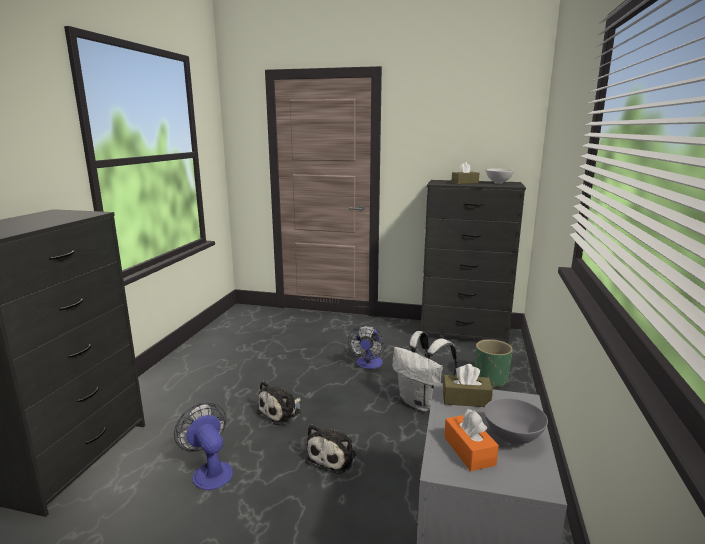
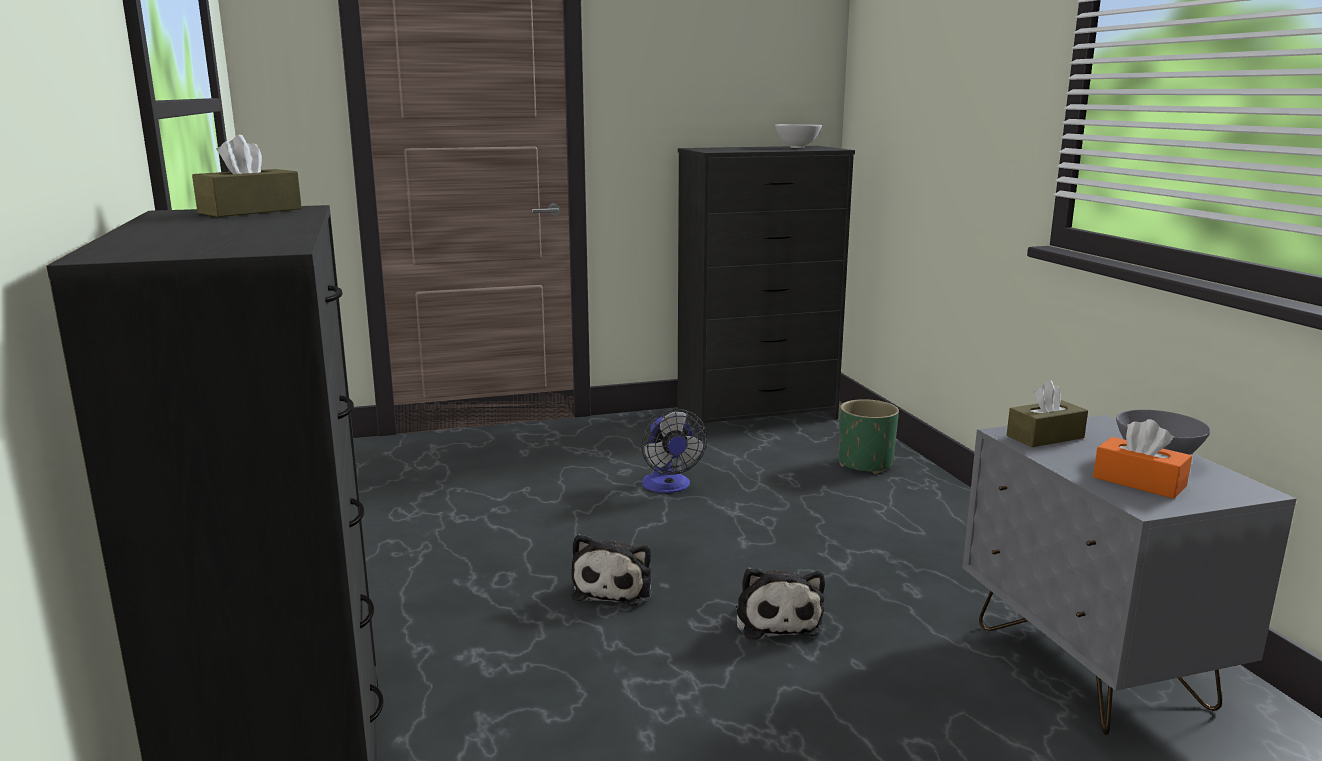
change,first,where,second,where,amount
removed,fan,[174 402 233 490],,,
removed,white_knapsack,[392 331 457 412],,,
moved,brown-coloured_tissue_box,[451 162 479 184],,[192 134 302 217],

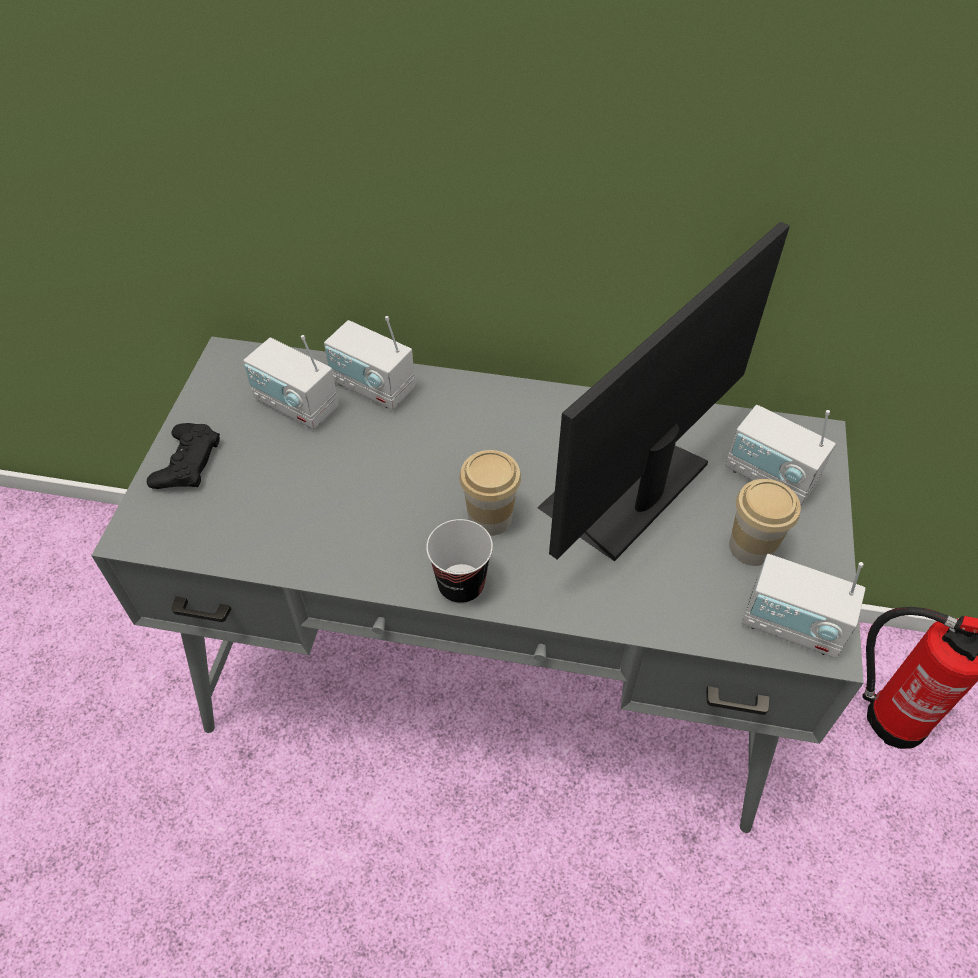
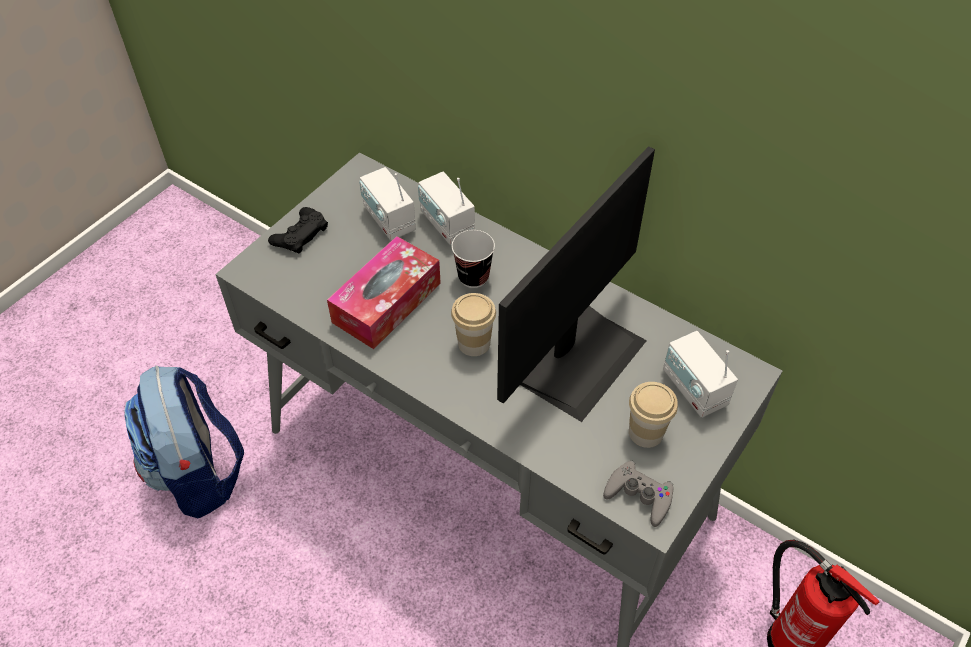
change,first,where,second,where,amount
moved,small_cup,[426 519 493 604],,[452 230 495 288],
turned,computer_display,[537 221 790 562],,[497 146 655 422],150 degrees clockwise
replaced,radio_receiver,[742 554 865 658],gray_game_controller,[603 460 674 527],
added,,,knapsack,[124 366 244 519],
added,,,tissue_box,[327 236 441 349],

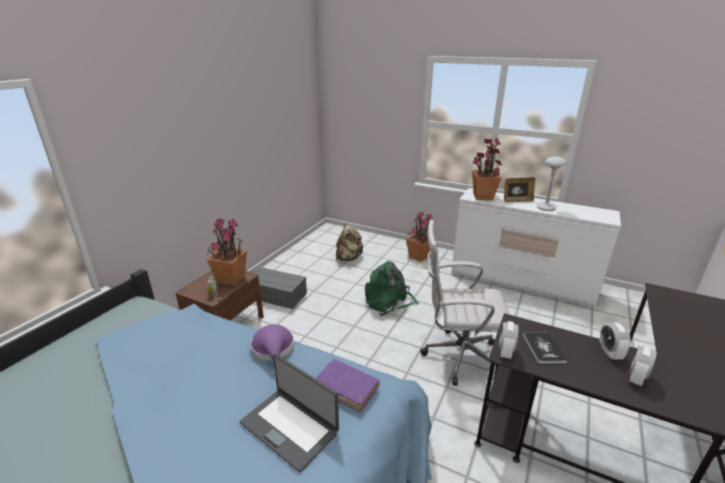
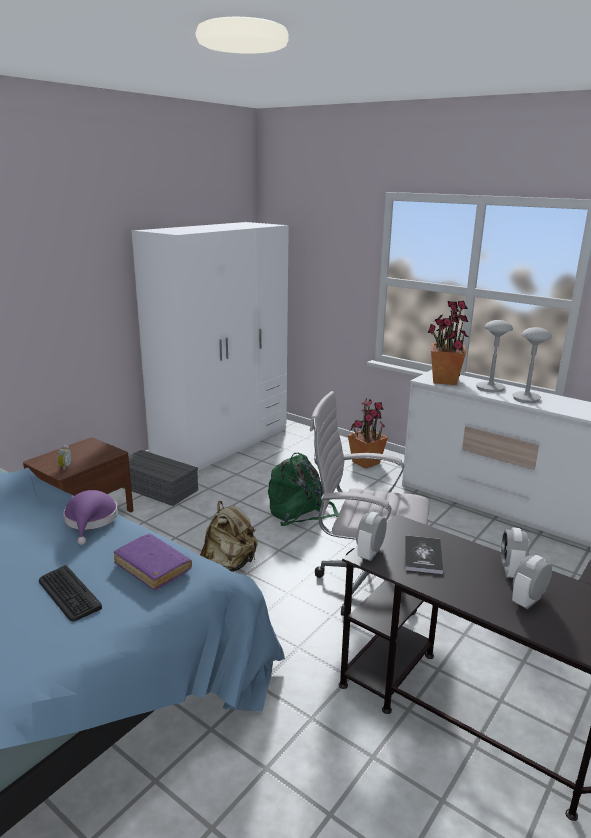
change,first,where,second,where,amount
removed,potted_plant,[206 218 247 286],,,
replaced,portable_computer,[240 354 339 472],computer_keyboard,[39 565 102 621],
moved,beige_knapsack,[336 223 363 261],,[200 501 258 572],
replaced,picture_frame,[504 177 536 202],gray_table_lamp,[476 320 513 392],
added,,,white_wardrobe,[132 222 289 471],

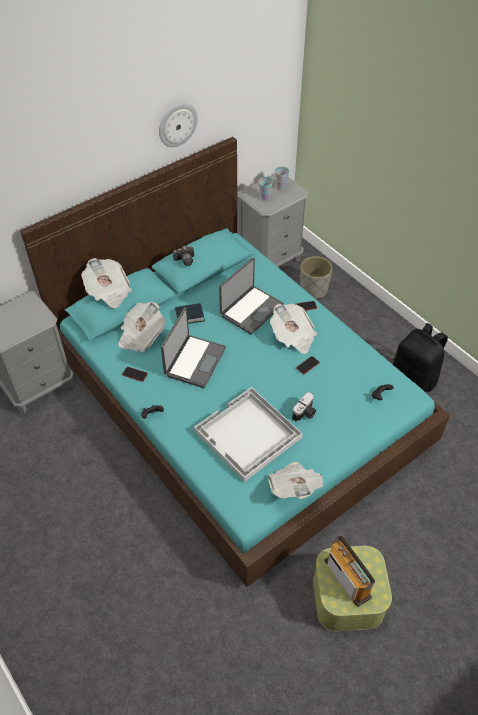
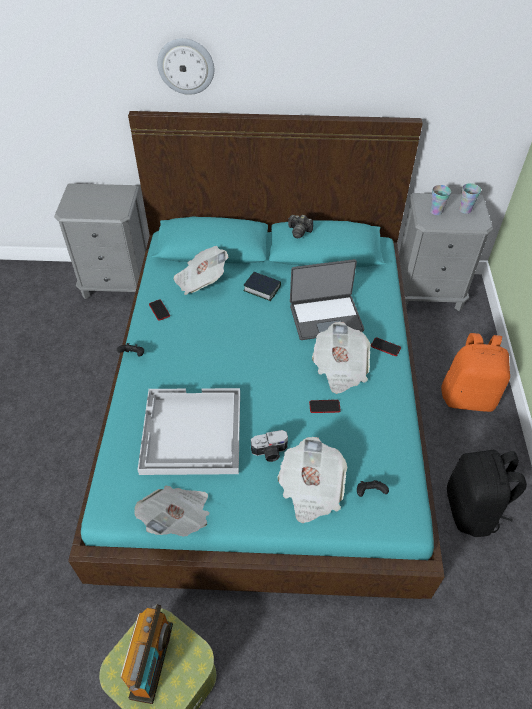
change,first,where,second,where,amount
moved,printed_paper,[81 258 132 308],,[277 437 348 523],
moved,wall_clock,[159 103 198 147],,[157 38 214 95],
removed,portable_computer,[161 307 226 388],,,
removed,gray_plant_pot,[300 256 332 299],,,
added,,,orange_knapsack,[441 333 510 412],

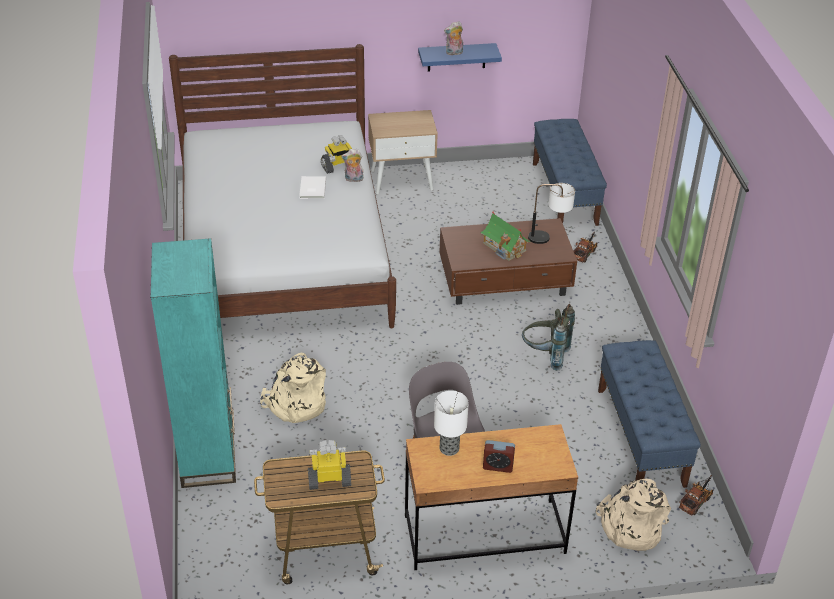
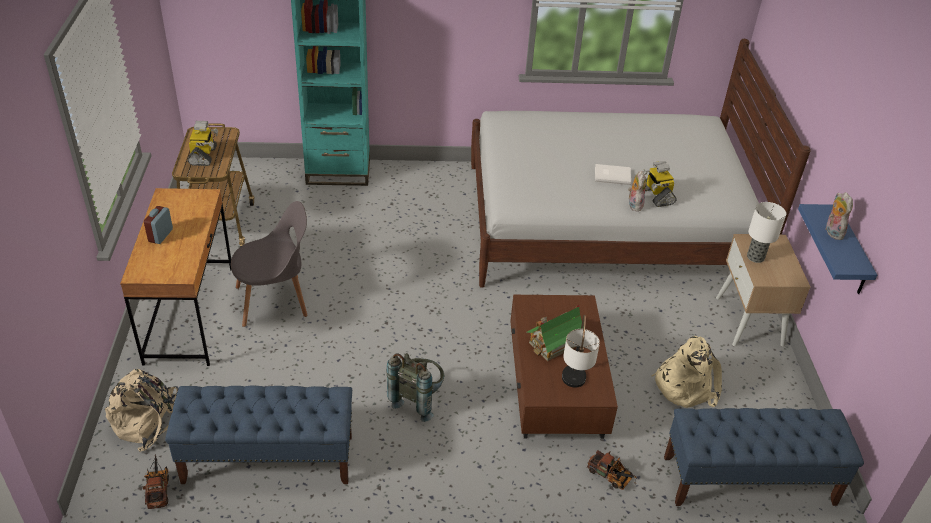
change,first,where,second,where,amount
moved,beige_knapsack,[260 353 326 423],,[651 336 722 408],
moved,table_lamp,[434 391 469 456],,[747 202 786 263],
turned,model_truck,[679 475 713 516],,[142 455 169 509],150 degrees counterclockwise

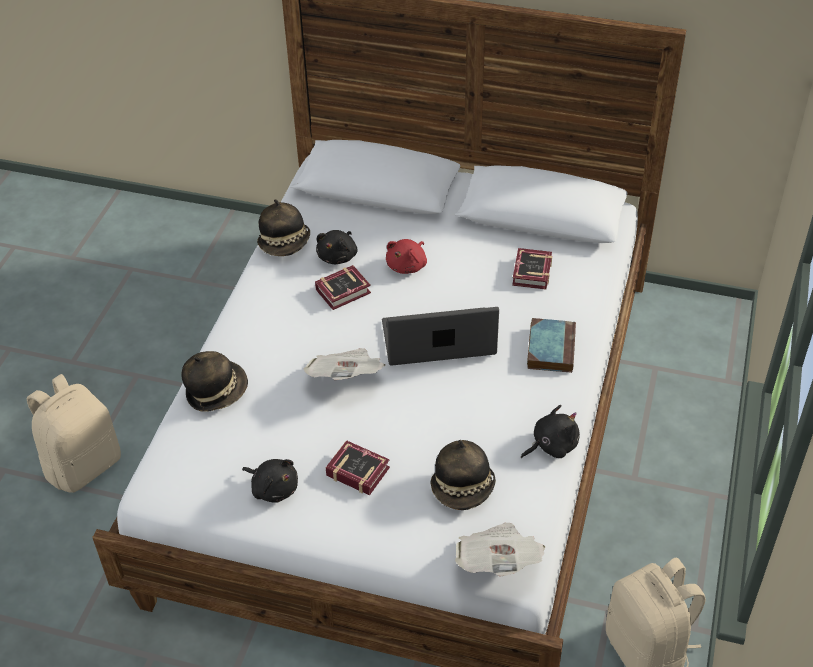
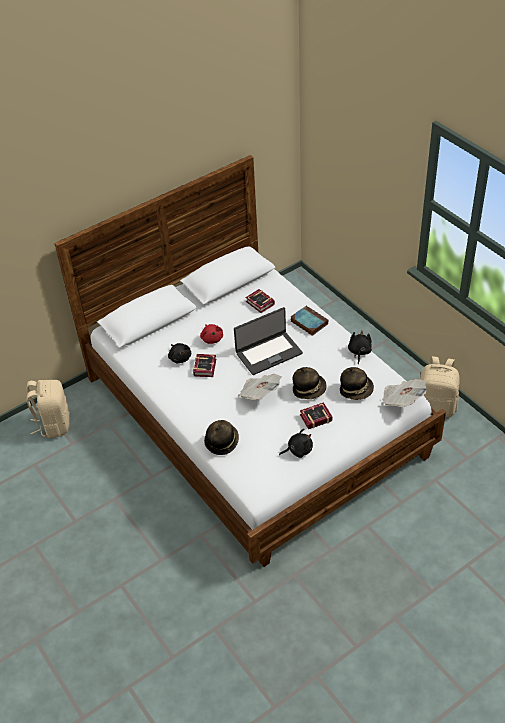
change,first,where,second,where,amount
moved,beige_knapsack,[26 374 121 493],,[27 380 70 438],
moved,hat,[257 199 310 256],,[293 367 327 399],
turned,portable_computer,[382 307 499 366],,[234 307 303 375],150 degrees counterclockwise

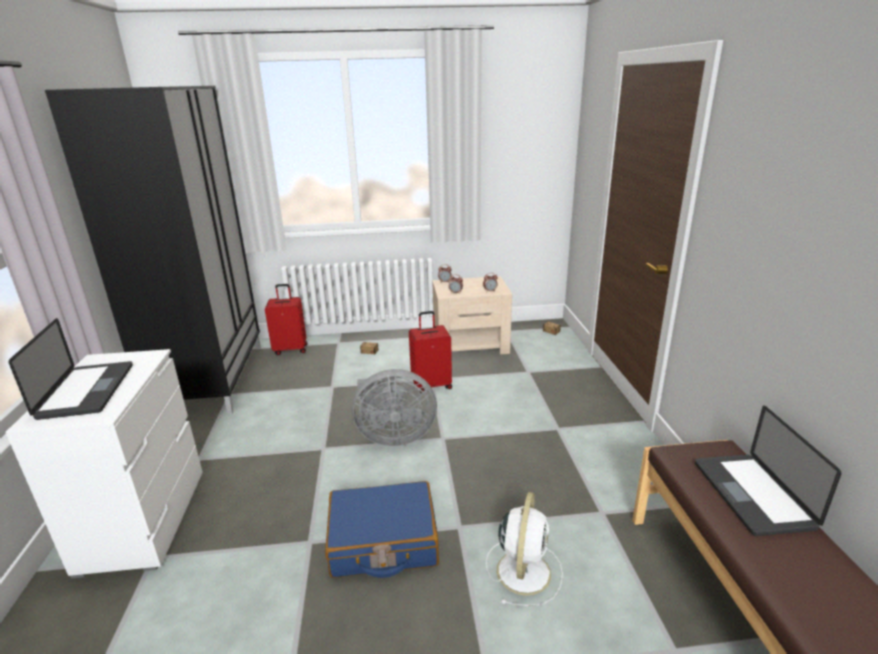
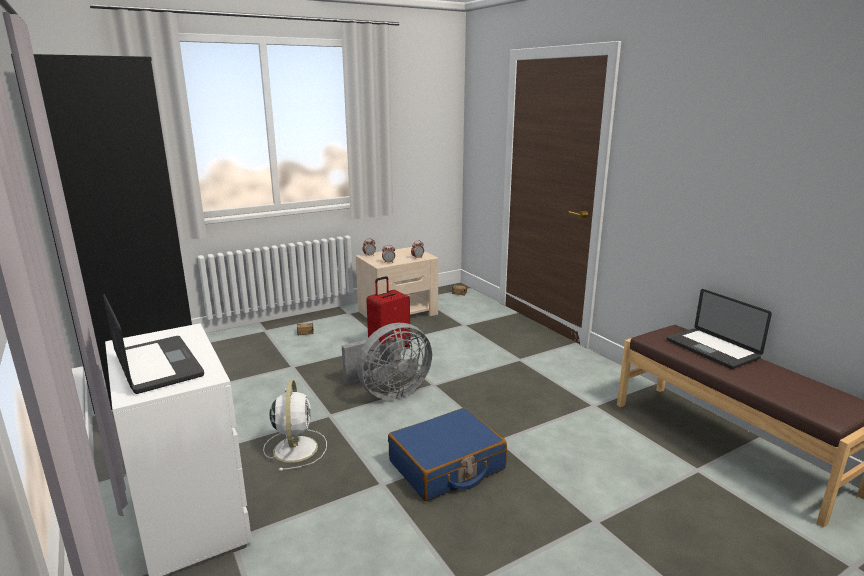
change,first,where,second,where,amount
removed,red_suitcase,[265 284 308 355],,,
moved,white_fan,[486 492 563 606],,[263 380 327 471],

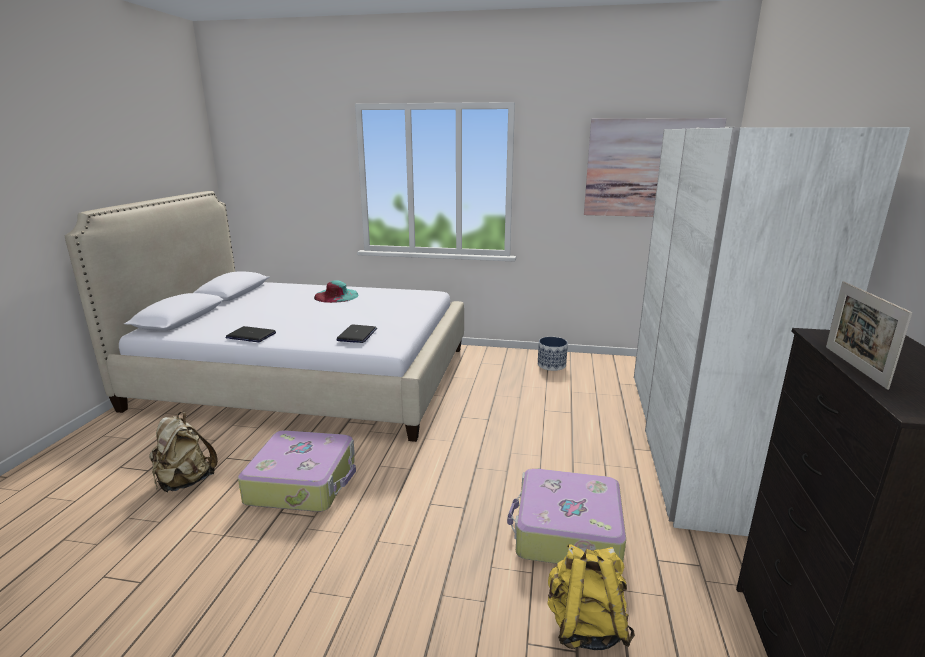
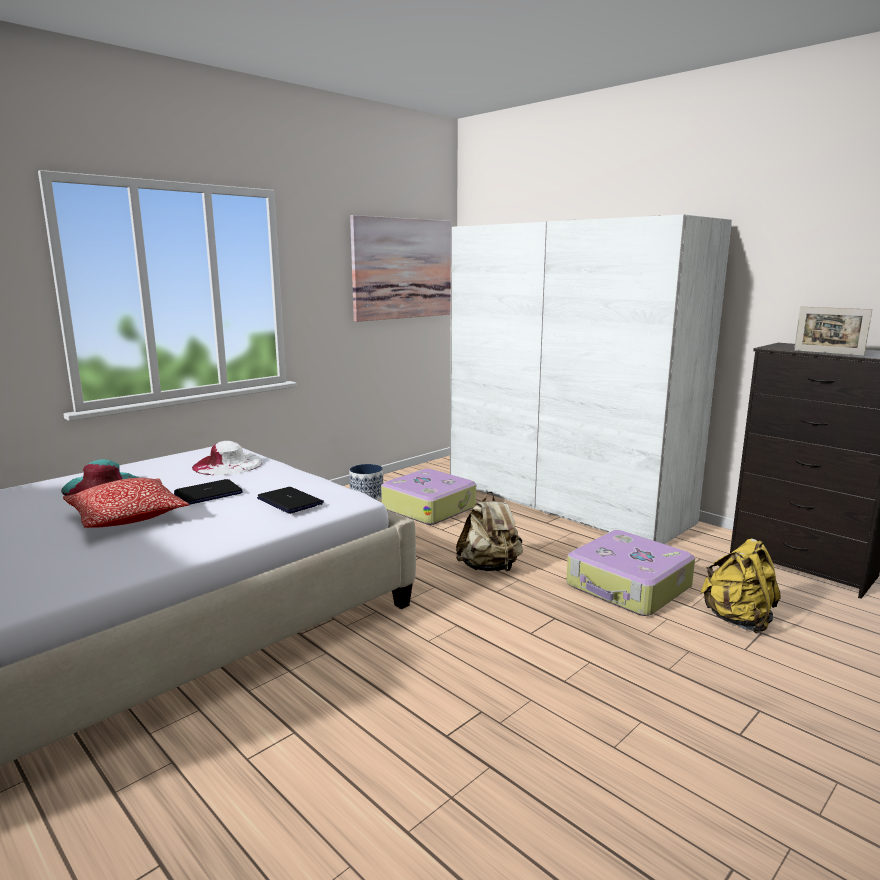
change,first,where,second,where,amount
moved,beige_knapsack,[149 412 218 492],,[456 491 523 572],
moved,portable_computer,[226 326 276 343],,[174 479 243 505],
moved,suitcase,[238 430 356 512],,[381 469 476 525],
added,,,cushion,[63 478 190 528],
added,,,white_hat,[192 441 262 475],

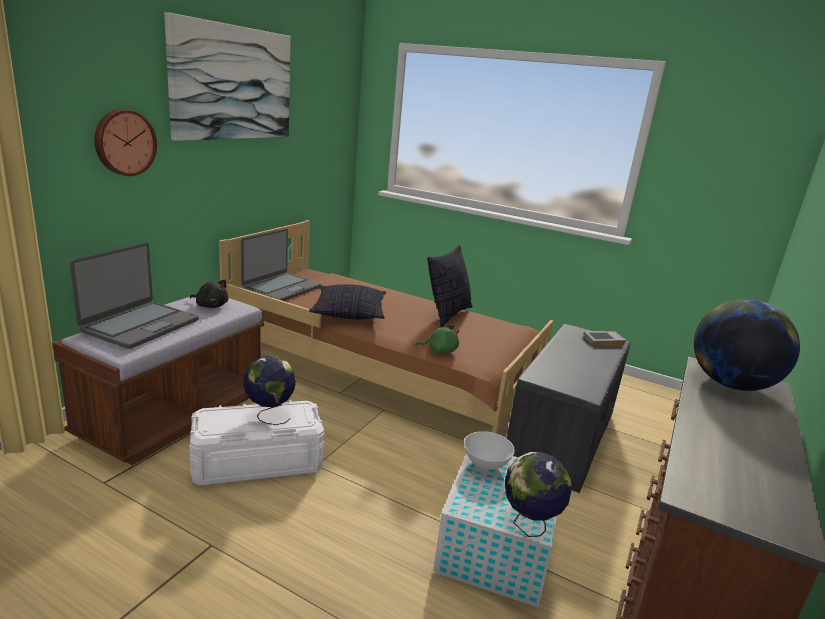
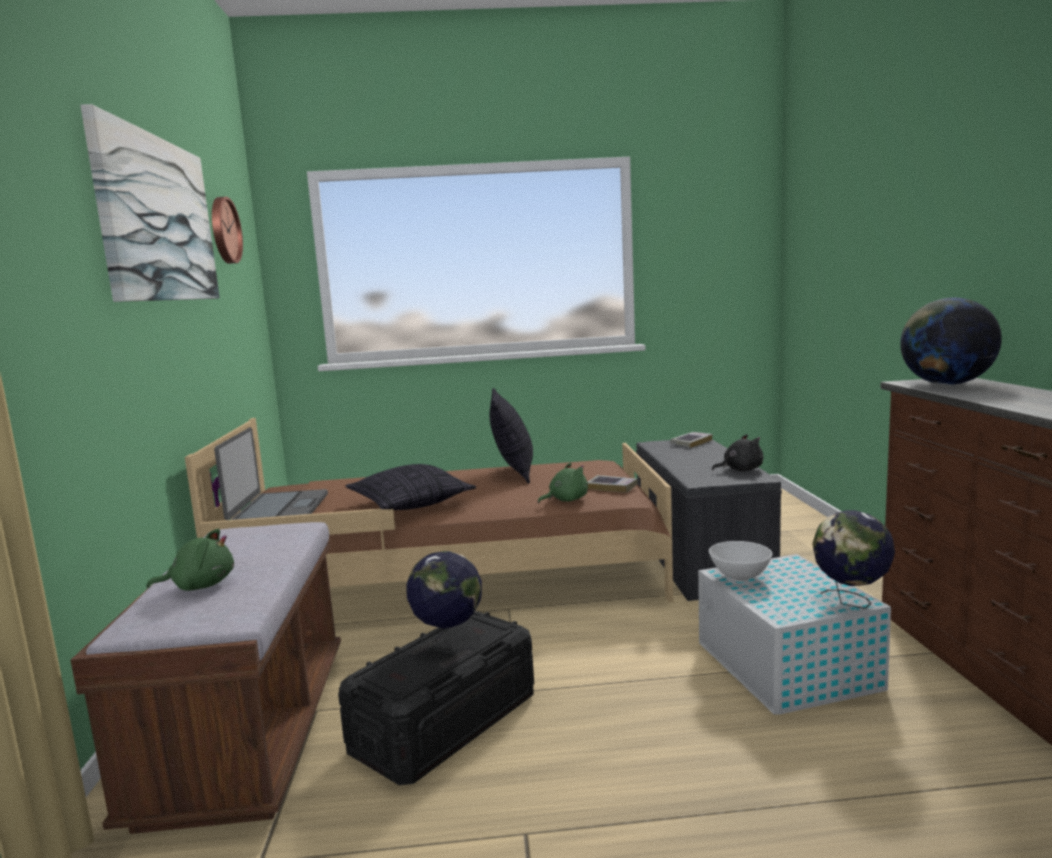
change,first,where,second,where,amount
replaced,portable_computer,[69 243 199 349],greenish_cuddly_toy,[147 528 234 591],
moved,wall_clock,[95 109 157 176],,[212 197 243 264],
recoloured,white_storage_box,[189 400 325 485],blackish_storage_box,[338 611 534 785],
moved,blackish_cuddly_toy,[190 280 229 308],,[712 434 763 471],
added,,,bound_book,[588 475 638 493],

